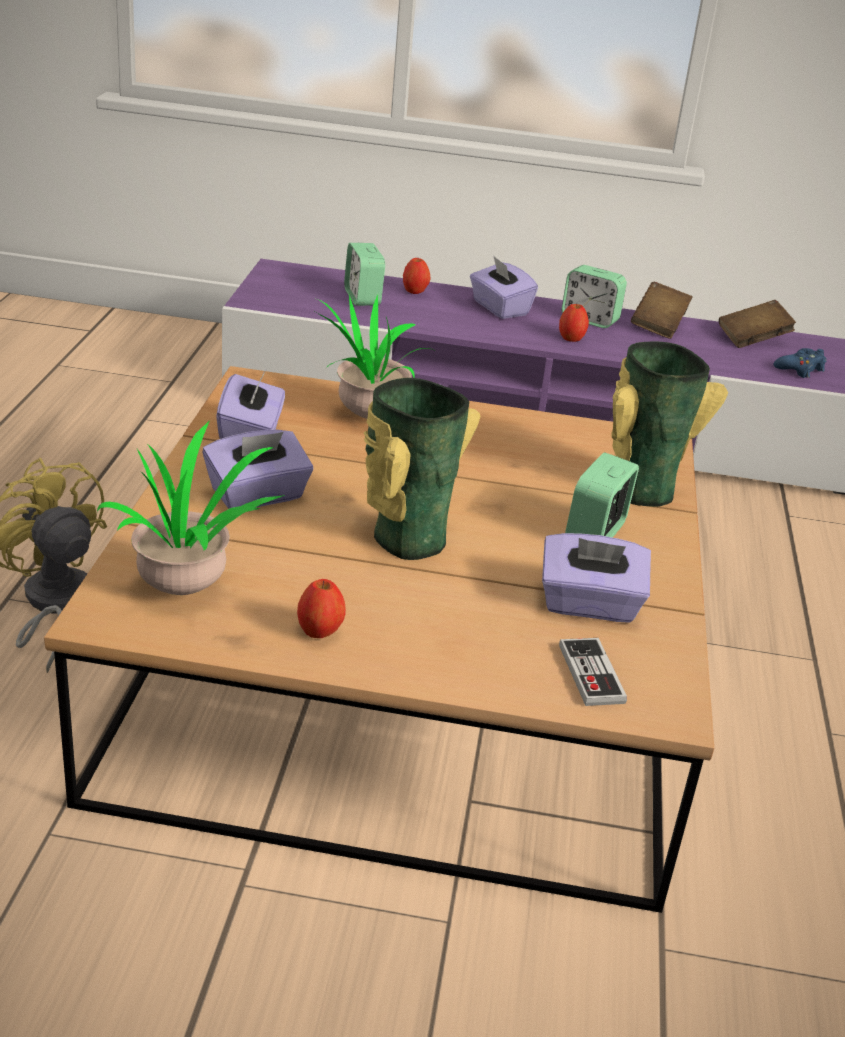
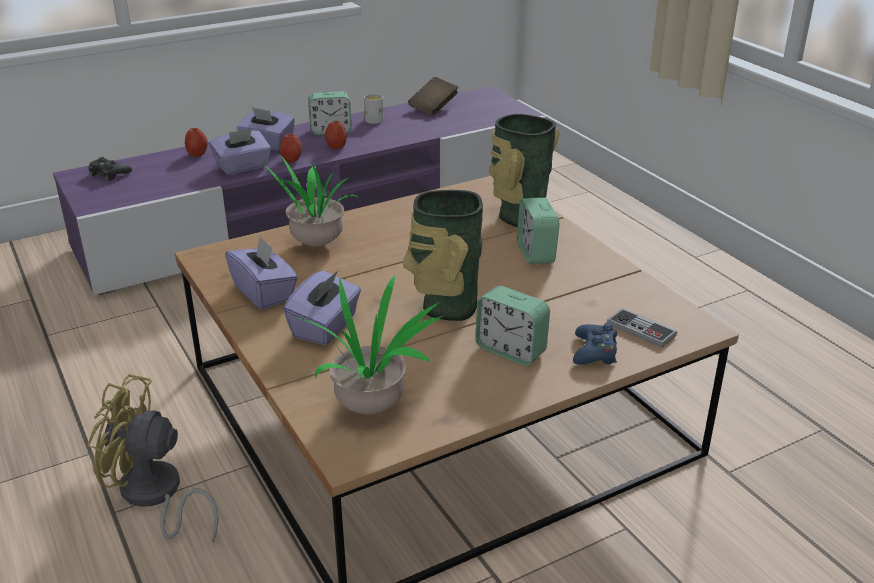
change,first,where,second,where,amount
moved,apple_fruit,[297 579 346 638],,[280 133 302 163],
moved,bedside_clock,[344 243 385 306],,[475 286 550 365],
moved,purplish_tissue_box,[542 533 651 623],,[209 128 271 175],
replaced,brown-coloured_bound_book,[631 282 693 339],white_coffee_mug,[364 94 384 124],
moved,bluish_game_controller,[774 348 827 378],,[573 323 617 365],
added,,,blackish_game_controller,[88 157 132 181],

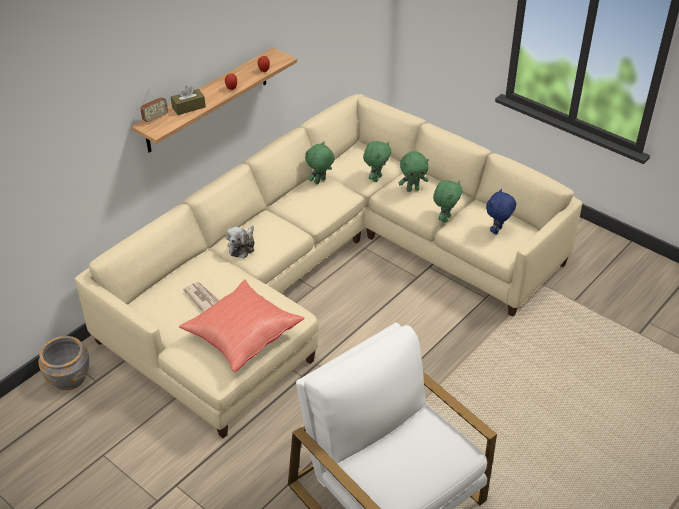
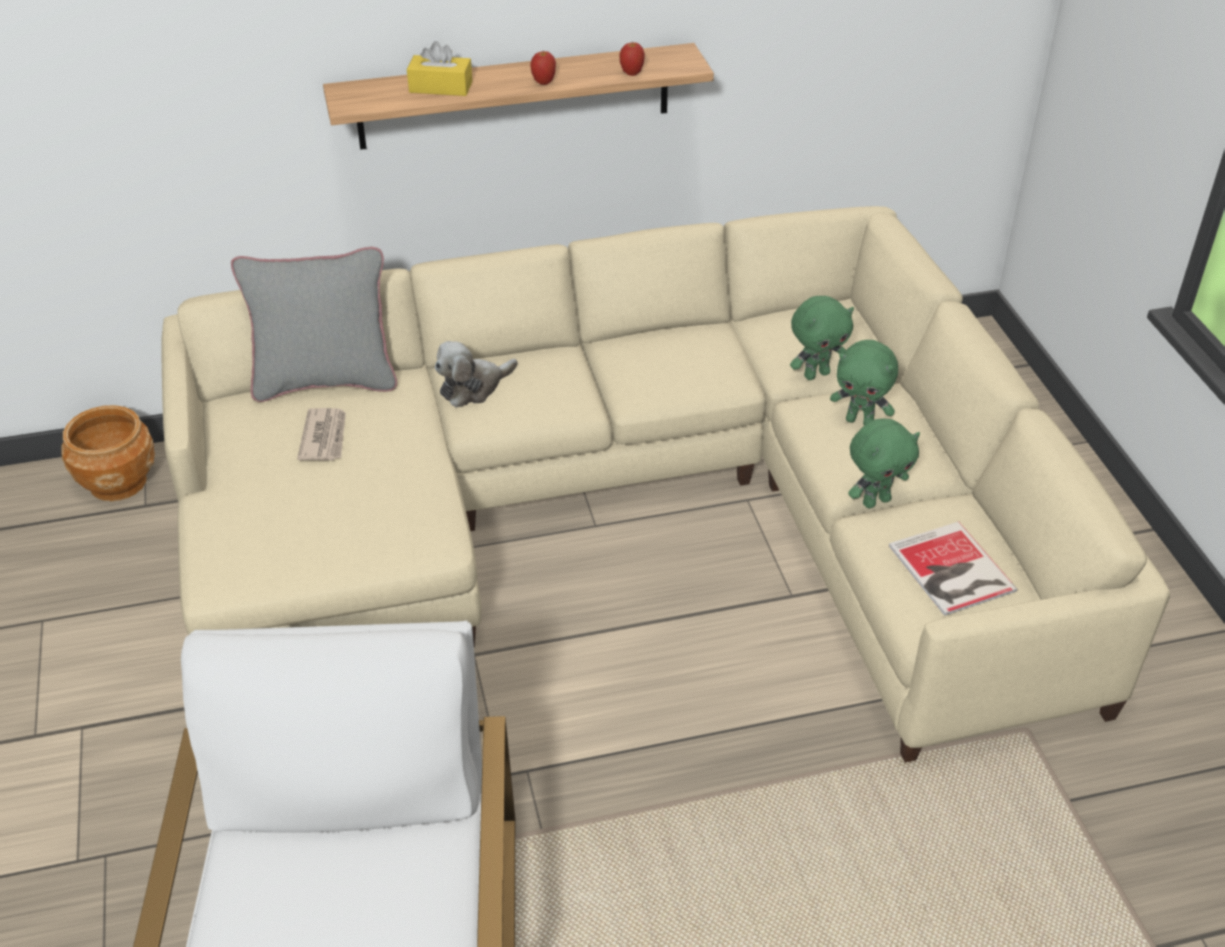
change,first,where,second,where,amount
recoloured,gray_plant_pot,[38 336 89 390],brown-coloured_plant_pot,[62 405 155 501],
removed,radio_receiver,[140 88 168 123],,,
recoloured,brown-coloured_tissue_box,[171 86 206 115],yellow-coloured_tissue_box,[407 41 472 96],
removed,red_cushion,[179 280 304 372],,,
removed,greenish_cuddly_toy,[305 141 335 184],,,
replaced,bluish_cuddly_toy,[486 189 516 235],bound_book,[889 522 1018 616],
added,,,gray_cushion,[231 247 397 402],

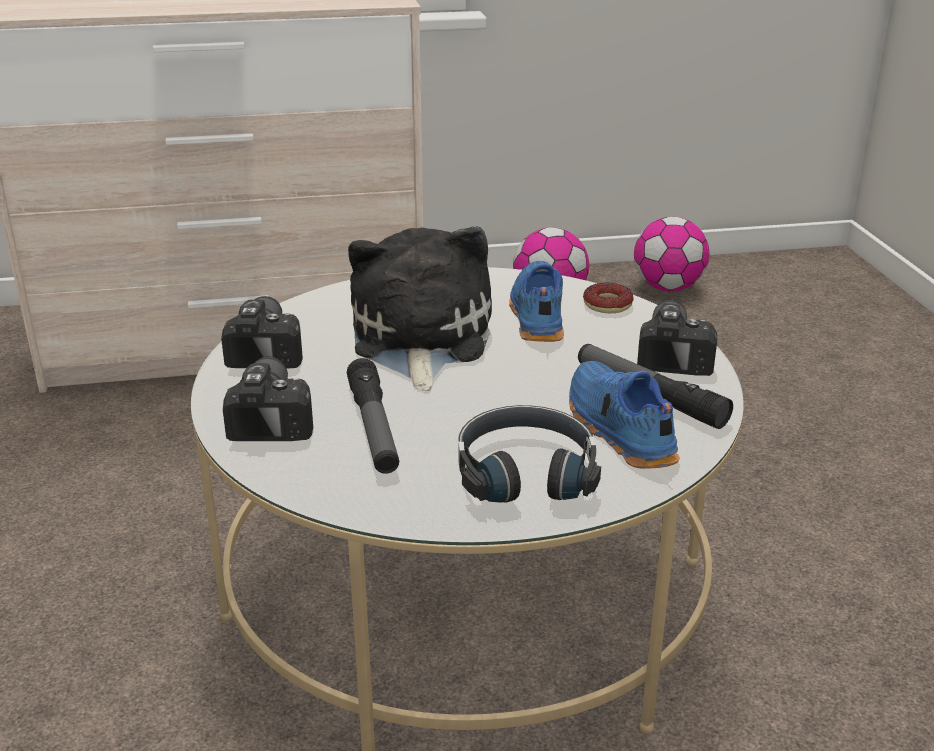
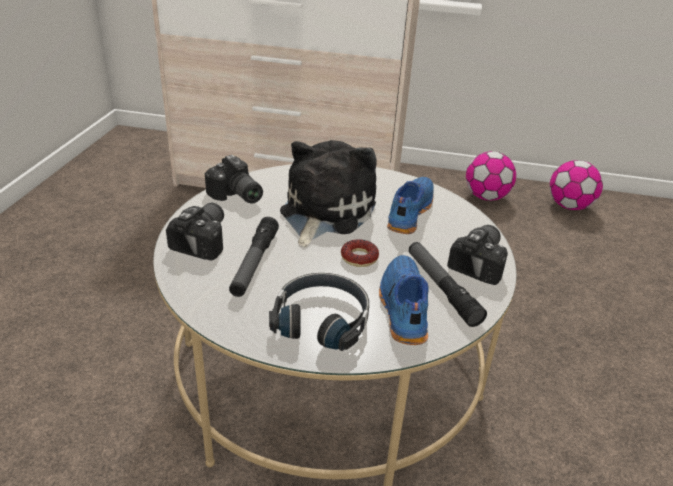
change,first,where,second,where,amount
turned,photo_camera,[221 296 303 369],,[205 155 263 203],120 degrees clockwise
moved,ring_doughnut,[583 283 634 313],,[341 239 379 267],

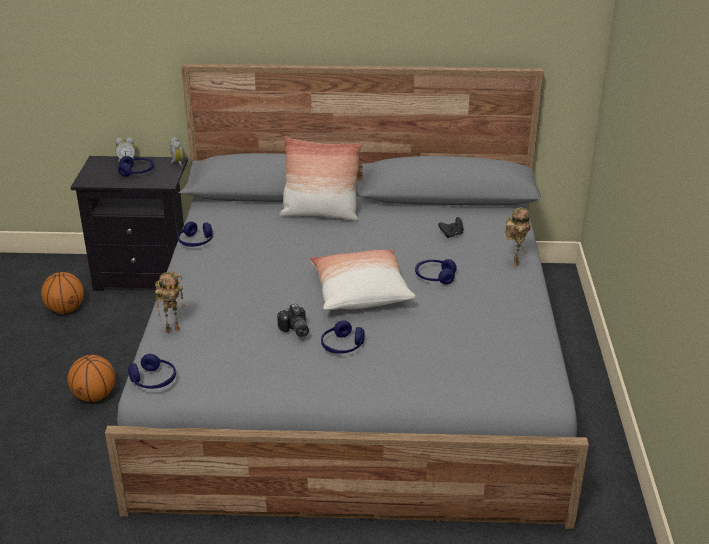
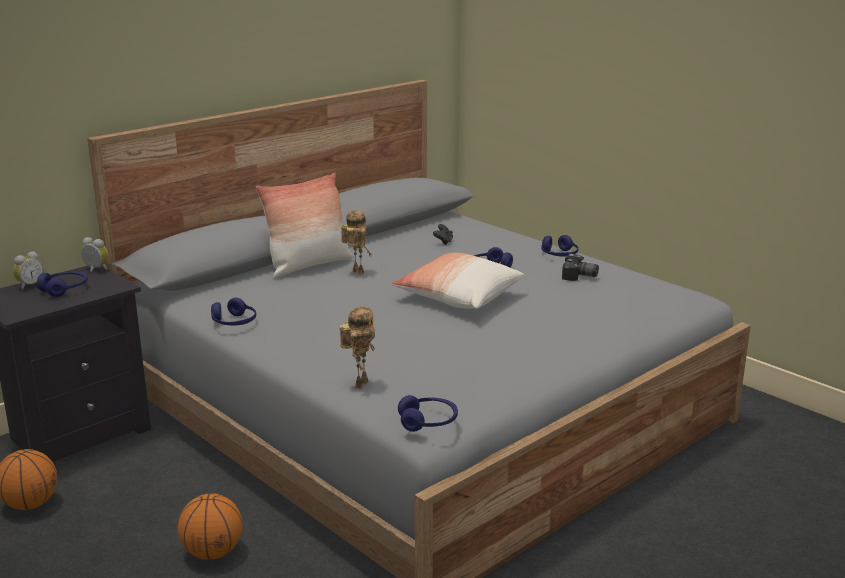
change,first,where,second,where,amount
moved,photo_camera,[277 304 309 337],,[562 254 599 281],
moved,bluish_headphones,[321 321 365 354],,[542 235 579 257],
moved,robot_figure,[505 207 531 266],,[341 211 372 275],

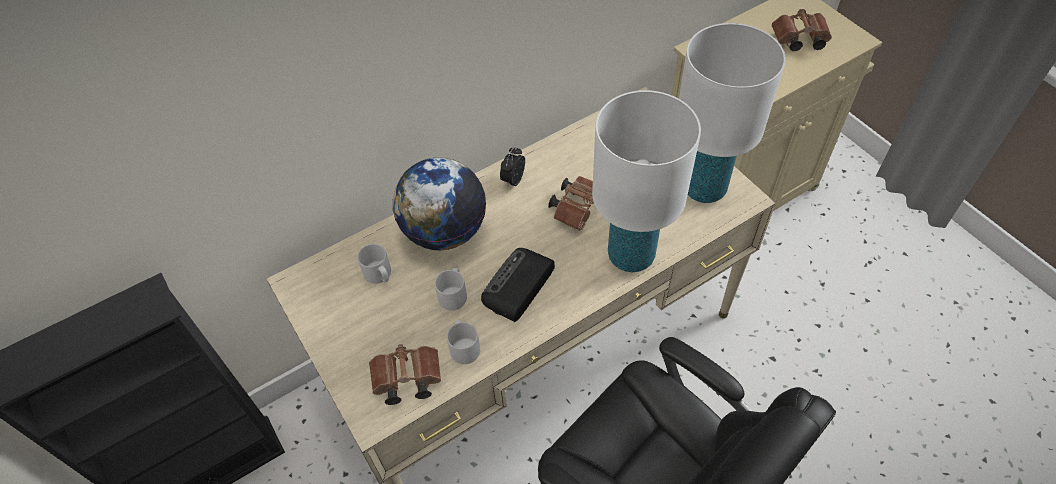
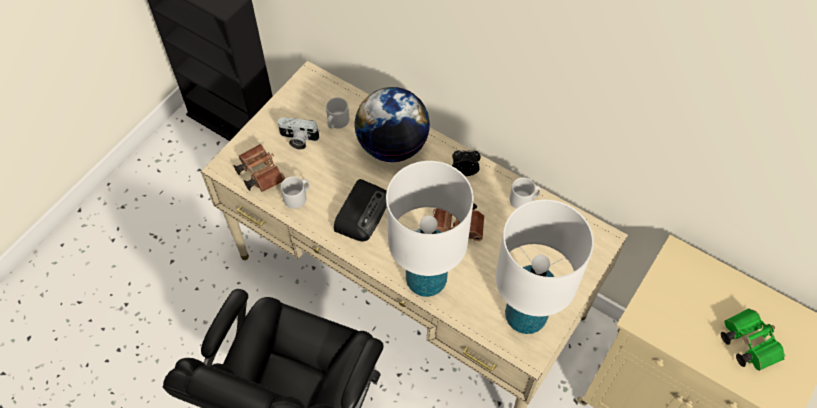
change,first,where,second,where,amount
moved,gray_coffee_mug,[435 268 467 311],,[510 177 541 209],
turned,radio_receiver,[481 248 555 322],,[334 179 387 241],105 degrees clockwise
recoloured,brown-coloured_binoculars,[772 9 832 51],greenish_binoculars,[721 308 785 371],
added,,,photo_camera,[277 117 320 150],

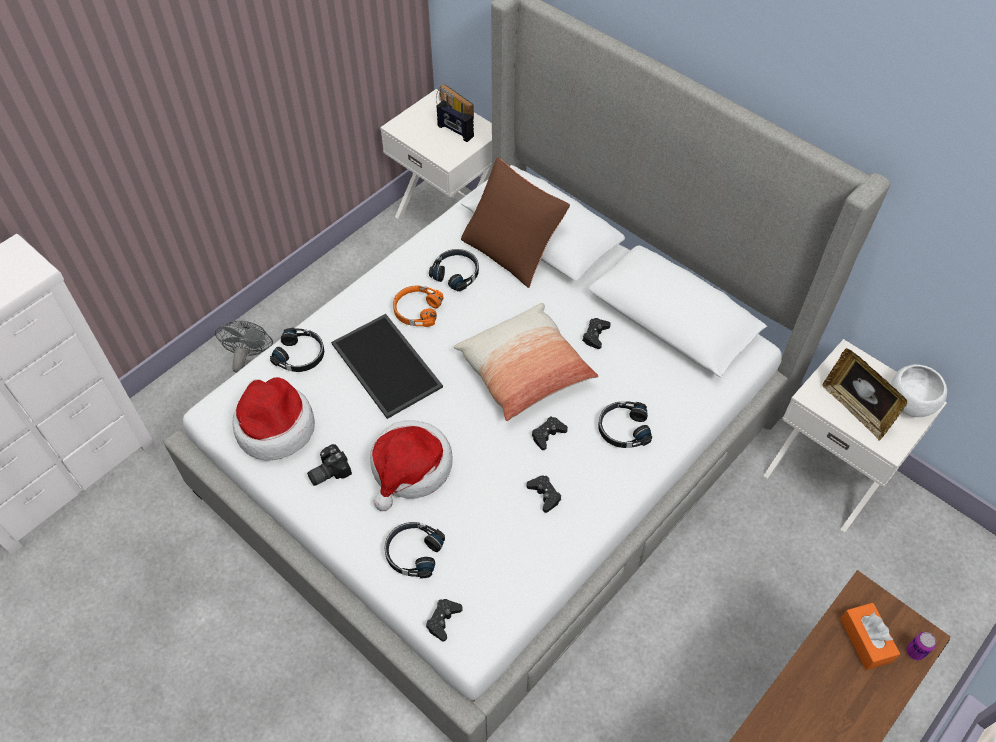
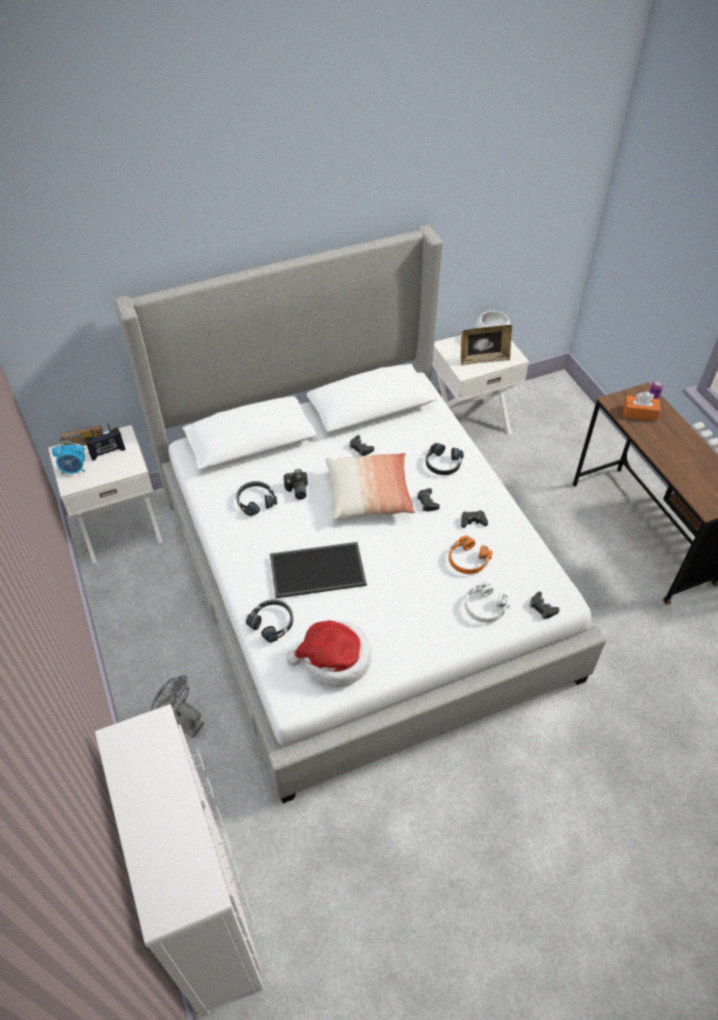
change,first,where,second,where,amount
moved,photo_camera,[307 444 352 486],,[283 469 308 500],
removed,hat,[370 420 453 511],,,
recoloured,blackish_headphones,[385 522 445 579],white_headphones,[465 581 511 623],
moved,orange_headphones,[393 285 444 327],,[449 535 493 574],
removed,brown-coloured_cushion,[461 157 570 288],,,
added,,,bedside_clock,[52 441 85 475],

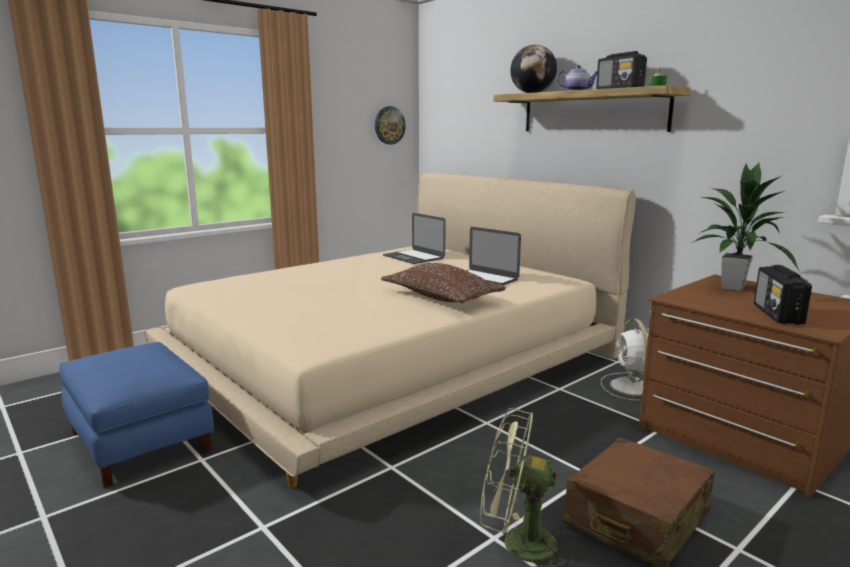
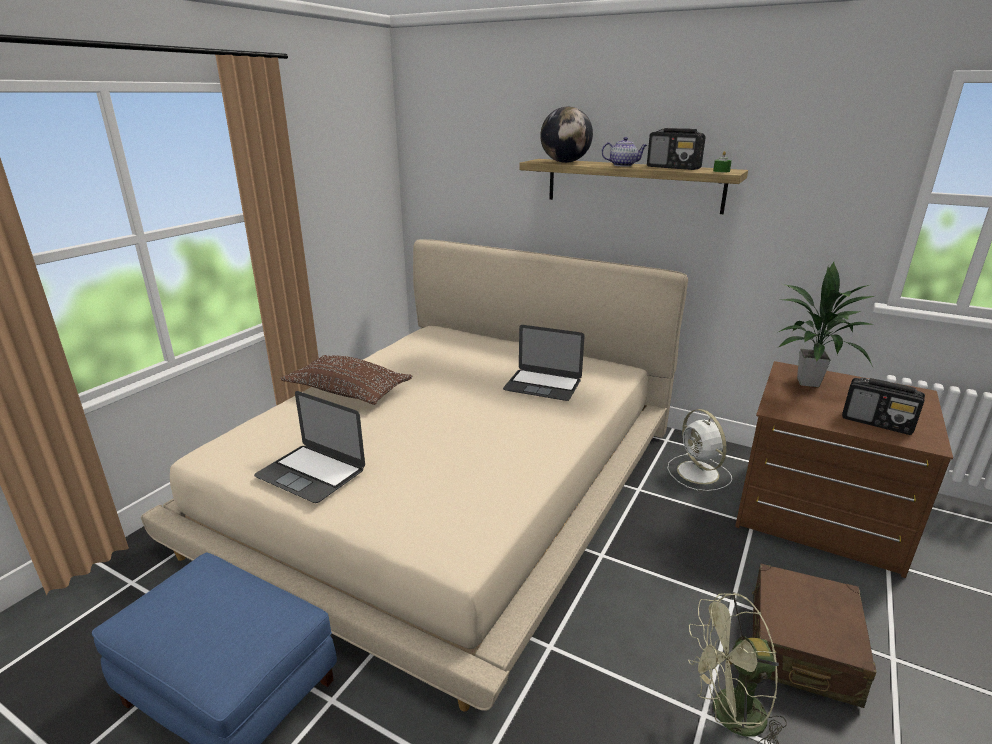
change,first,where,second,where,amount
removed,wall_clock,[375 106 406 144],,,
moved,brown-coloured_cushion,[381 263 506 303],,[280 355 412 405],
moved,portable_computer,[383 213 446 264],,[254 391 365 503],
turned,radio_receiver,[754 265 812 325],,[842 378 925 435],45 degrees counterclockwise

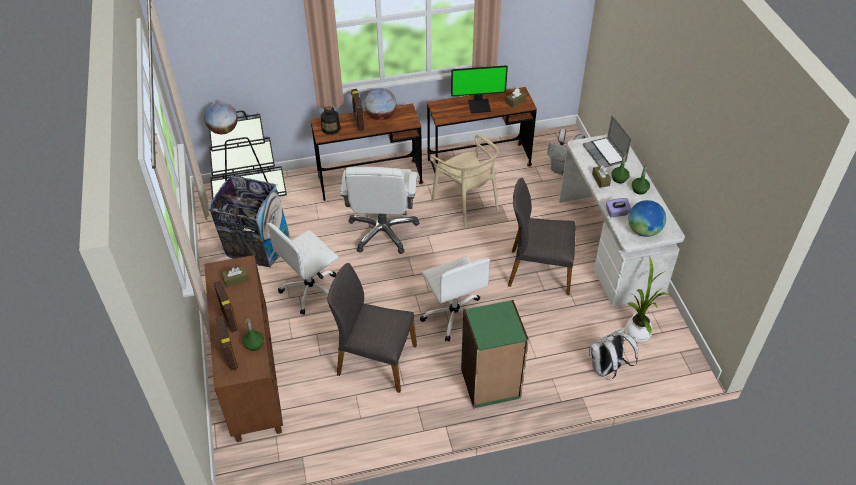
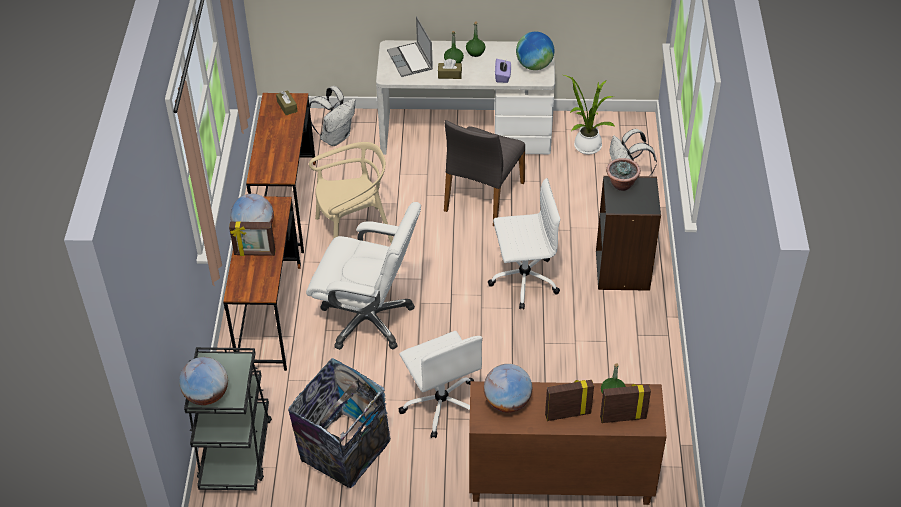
change,first,where,second,where,amount
replaced,brown-coloured_tissue_box,[222 266 249 287],globe,[484 364 532 413],
removed,beverage_bottle,[321 106 341 135],,,
removed,gray_upright_chair,[327 263 417 393],,,
removed,computer_display,[451 65 508 113],,,
recoloured,greenish_bookshelf,[461 300 529 409],blackish_bookshelf,[596 176 661 291],
turned,portable_computer,[583 115 631 167],,[387 16 433 77],75 degrees clockwise
added,,,potted_plant,[606 158 640 191],

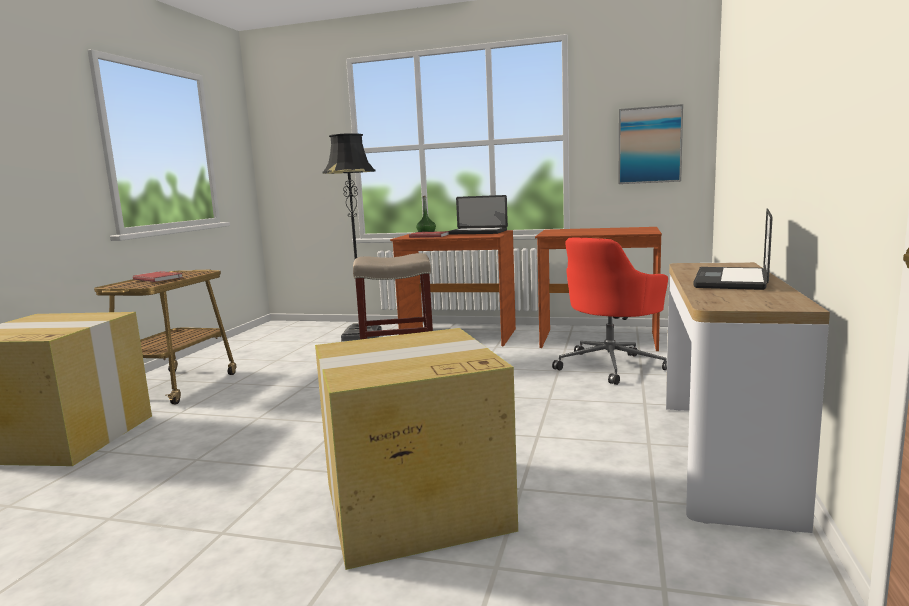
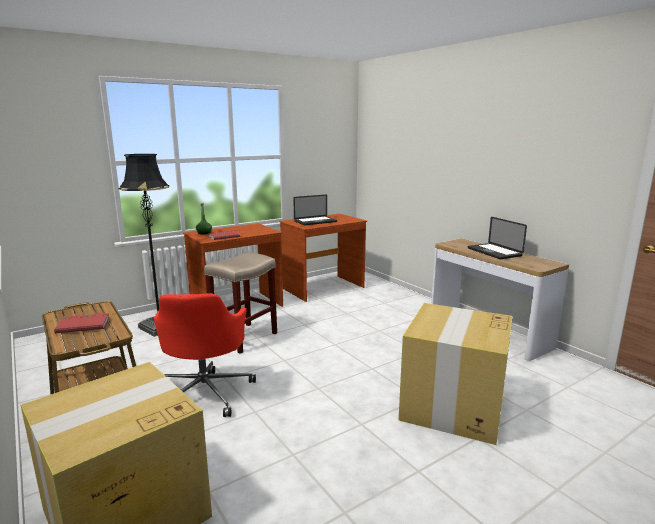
change,first,where,second,where,amount
moved,portable_computer,[448 195 508 234],,[293 195 337 225],
moved,red_office_chair,[552 238 668 385],,[154 293 256 417],
removed,wall_picture,[618 104 683 184],,,

